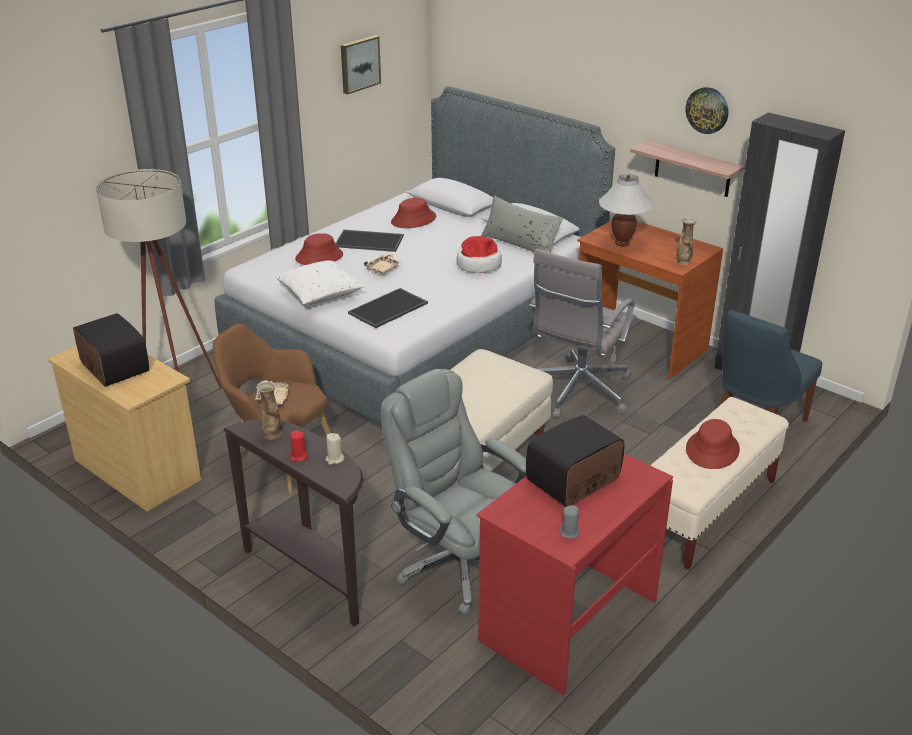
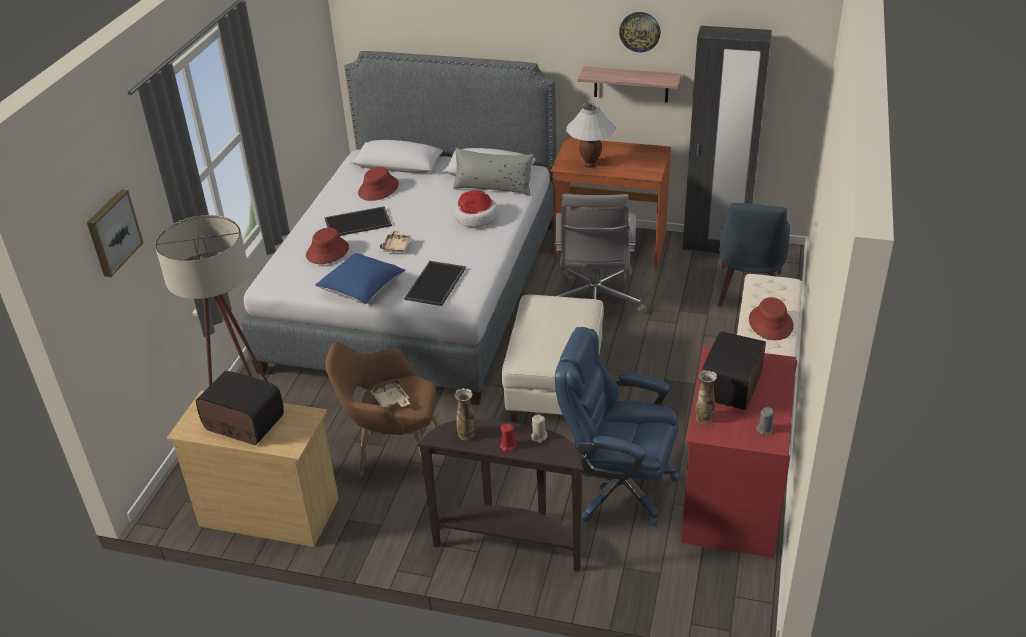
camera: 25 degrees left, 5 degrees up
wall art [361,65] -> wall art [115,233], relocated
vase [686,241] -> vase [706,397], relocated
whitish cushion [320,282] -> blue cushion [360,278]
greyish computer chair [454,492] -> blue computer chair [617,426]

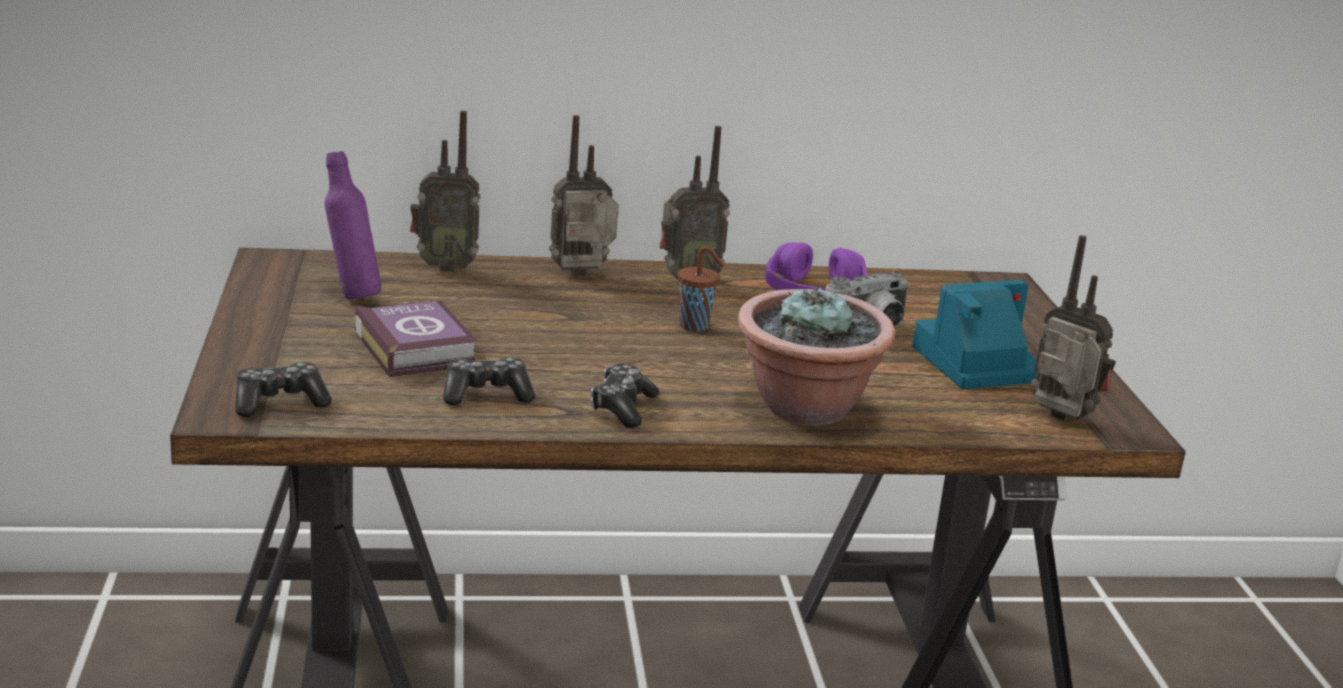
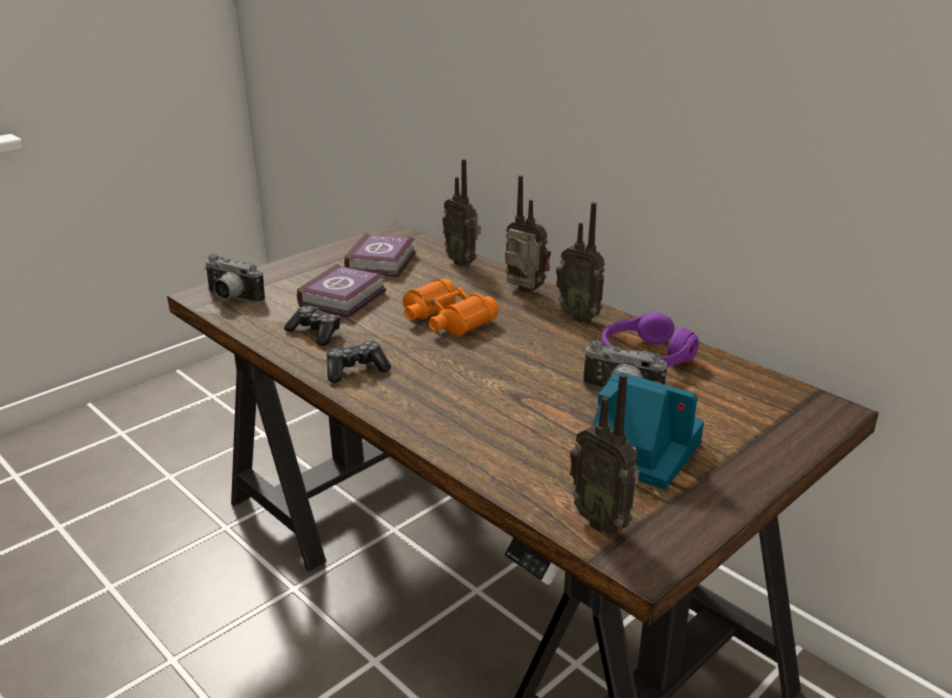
camera: 55 degrees right, 5 degrees up
purplish drink bottle [353,225] -> bound book [380,255]
radio [1073,328] -> radio [604,453], 135 degrees clockwise
brownish small cup [701,288] -> none
potted plant [817,355] -> none
joypad [283,389] -> photo camera [234,278]
none -> orangey field glasses [450,307]

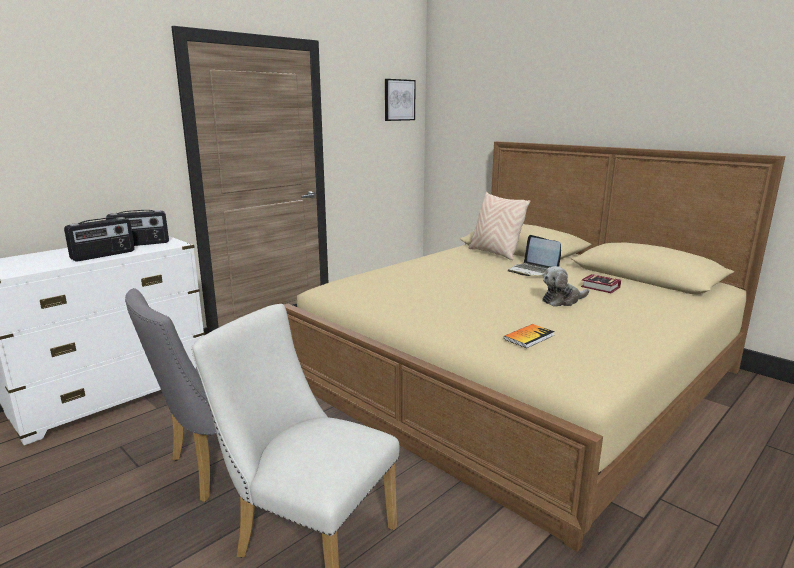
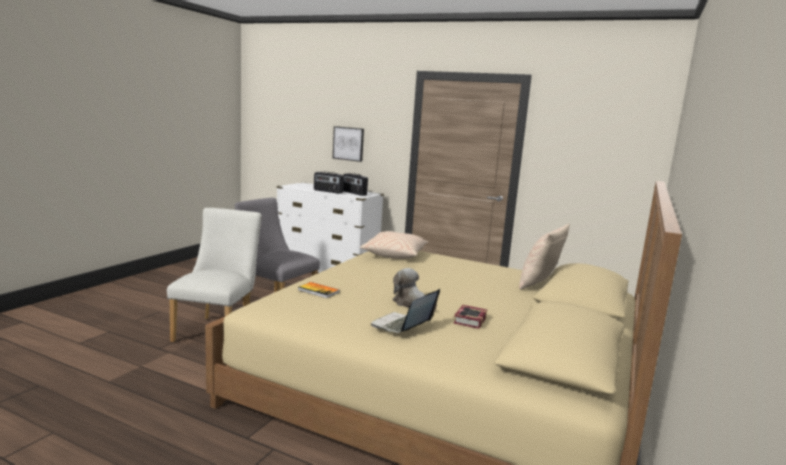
camera: 70 degrees right, 5 degrees down
wall art [400,100] -> wall art [348,144], relocated
notebook computer [534,255] -> notebook computer [405,311], relocated
none -> beige cushion [394,245]

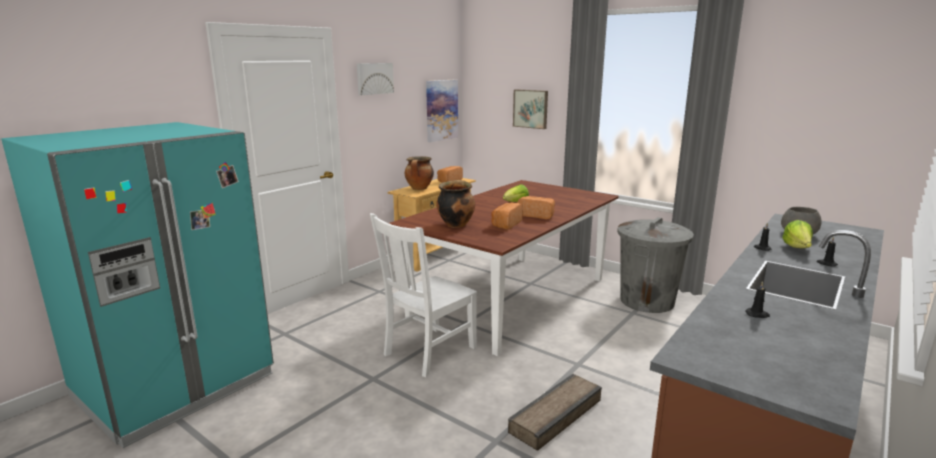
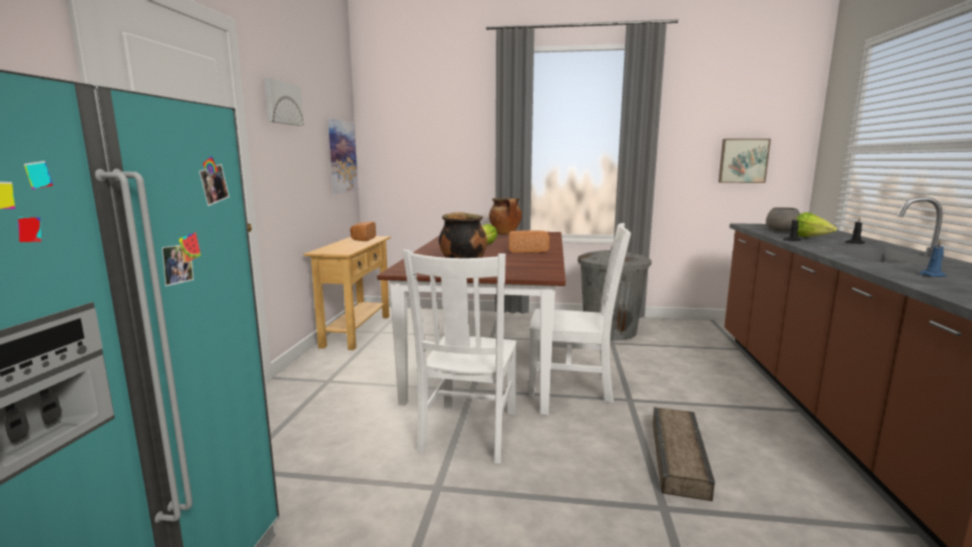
camera: 30 degrees left, 5 degrees down
wall art [530,109] -> wall art [744,161], relocated
stockpot [419,173] -> stockpot [505,216], relocated
baked bread [507,216] -> none
black candle [757,299] -> blue candle [932,258]
none -> whitish upright chair [580,313]

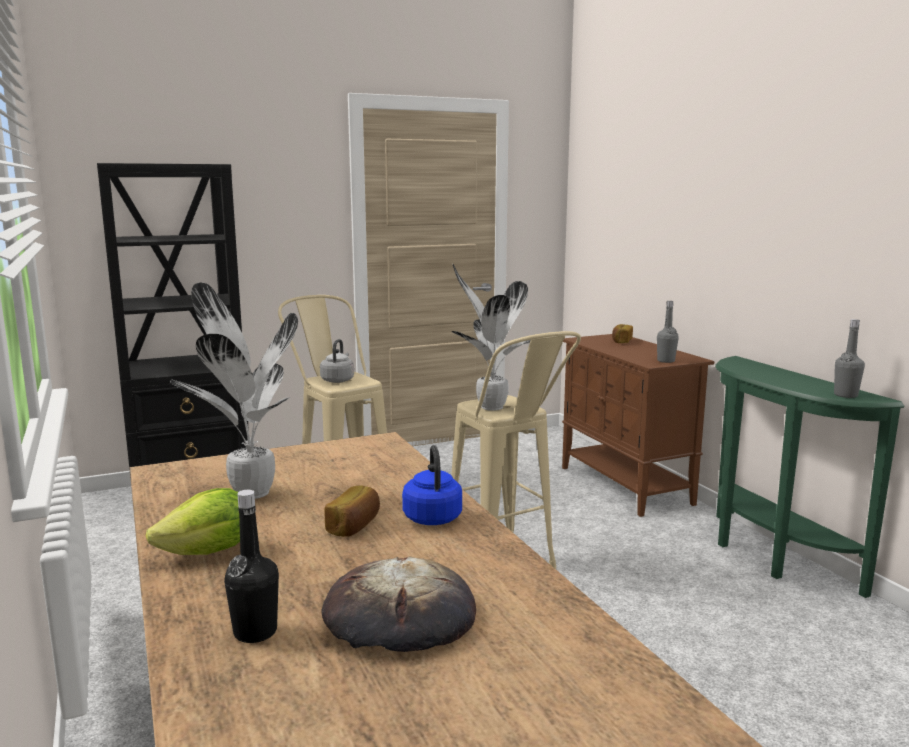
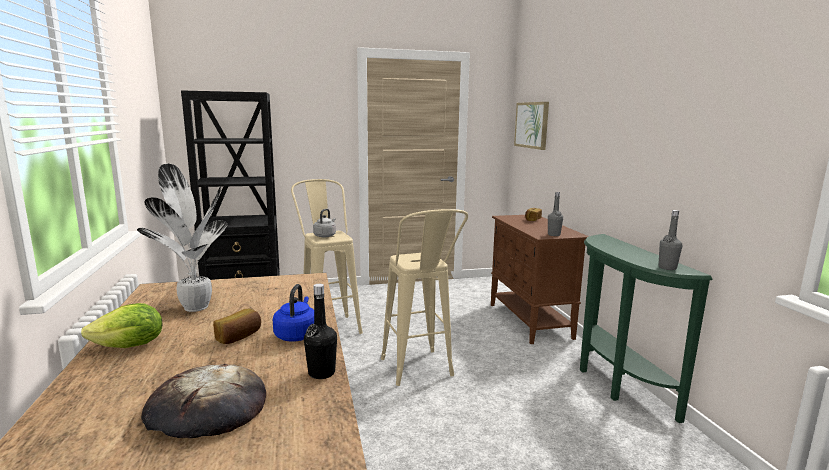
camera: 10 degrees right, 0 degrees up
potted plant [491,337] -> none
black drink bottle [251,566] -> black drink bottle [320,331], relocated
none -> wall art [531,126]

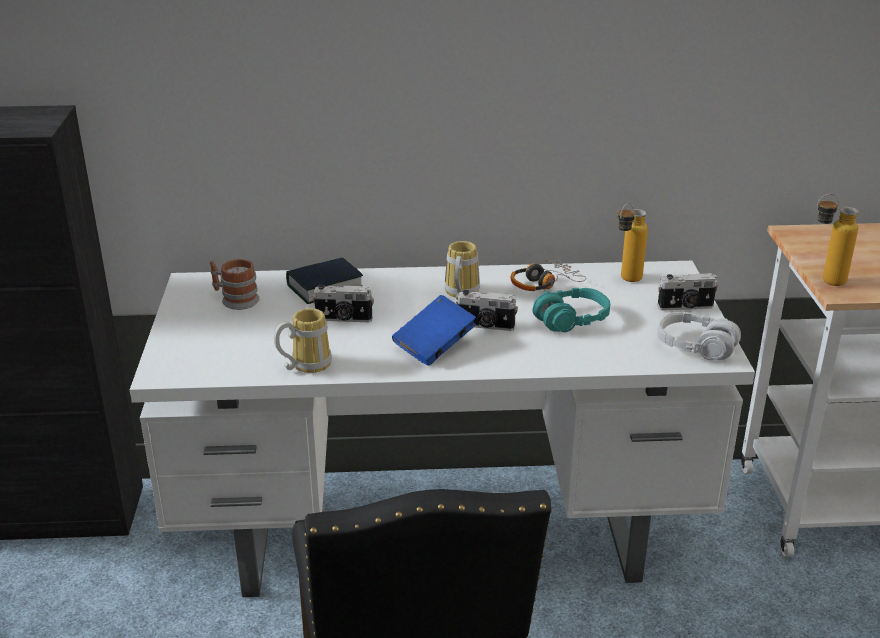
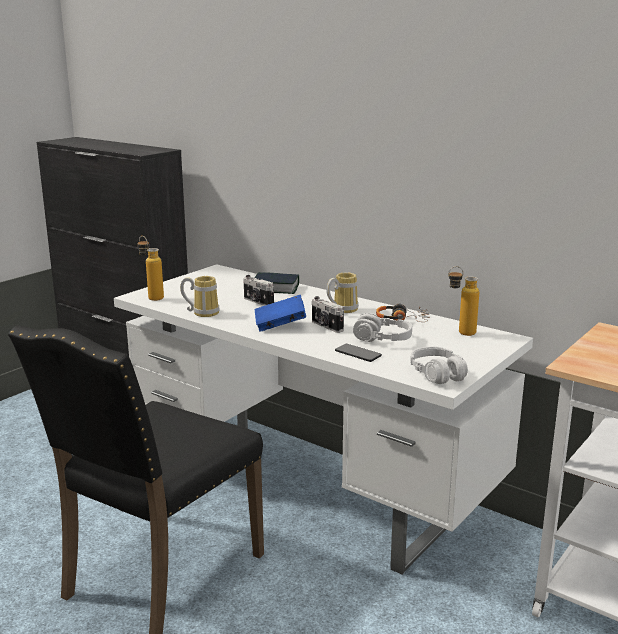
camera: 40 degrees right, 10 degrees down
drink bottle [838,240] -> drink bottle [151,268], relocated
tea mug [235,284] -> none
photo camera [688,292] -> none
blue-green headset [571,310] -> greyish headset [382,327]
none -> handset [358,353]

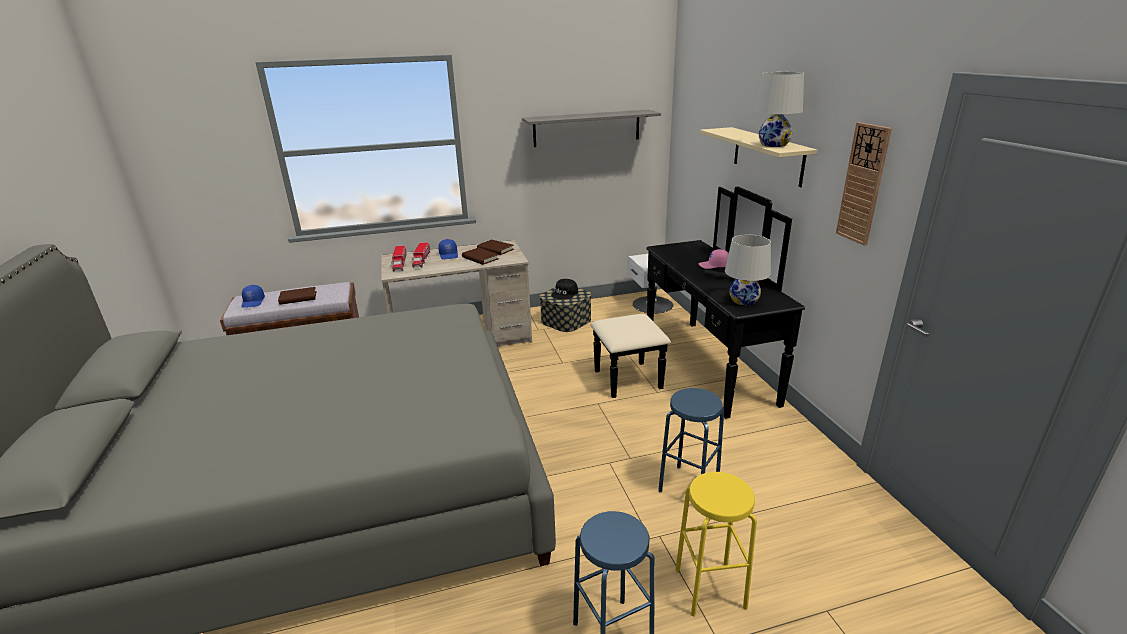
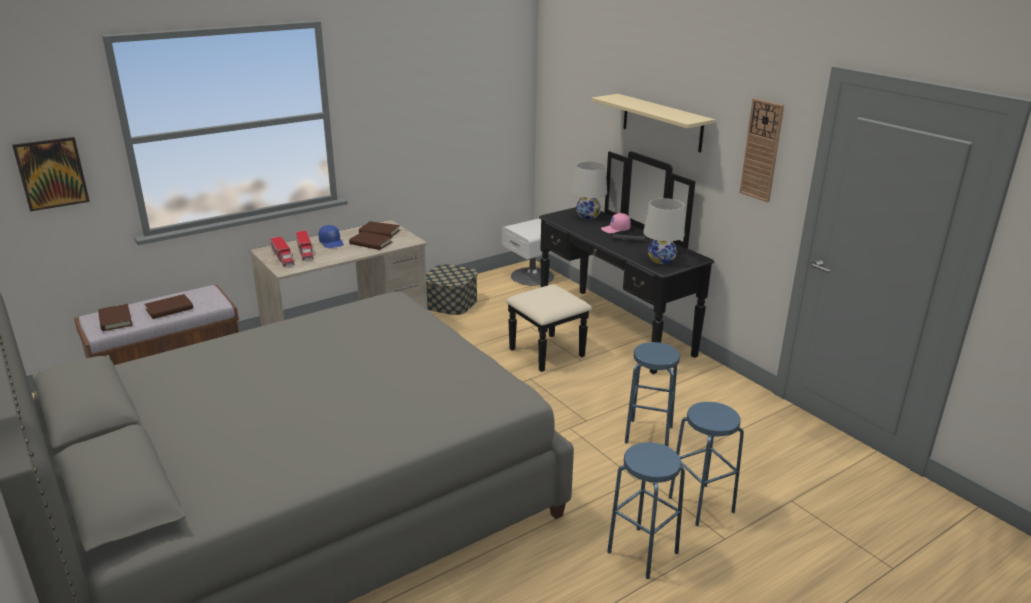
camera: 20 degrees left, 0 degrees up
whitish tabletop lamp [779,109] -> whitish tabletop lamp [589,190], relocated
greyish bracket shelf [591,128] -> none
black cap [564,289] -> none
blue cap [253,296] -> brownish bound book [115,317]
yellow-coloured sitting stool [716,544] -> blue sitting stool [706,464]
none -> wall art [51,174]

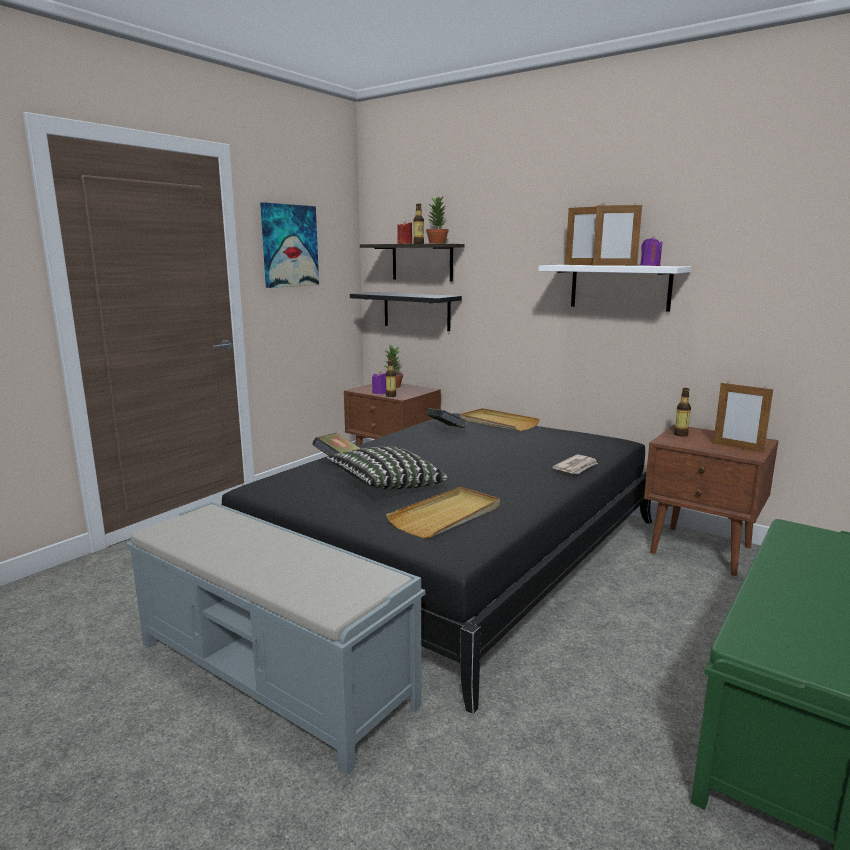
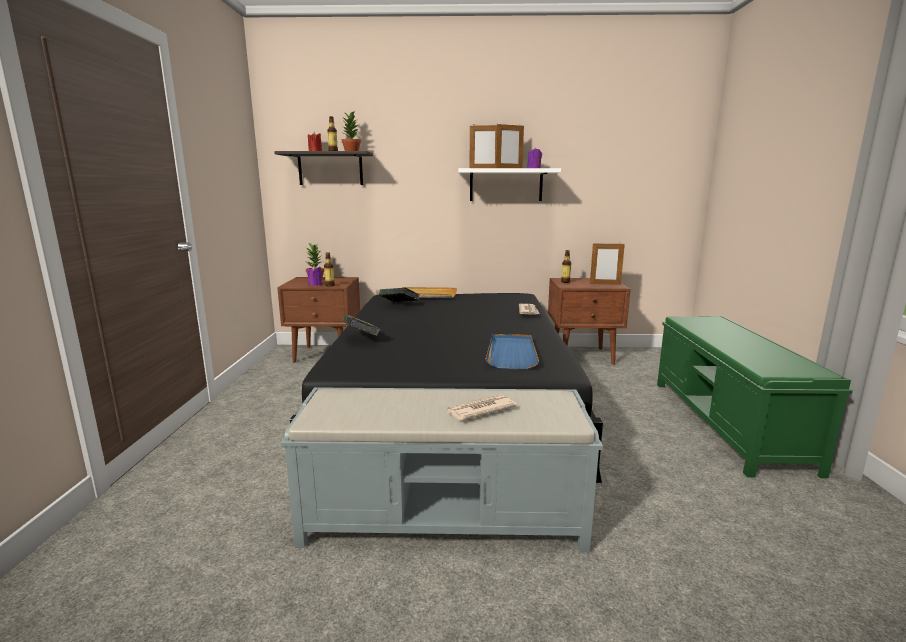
camera: 35 degrees left, 0 degrees up
wall art [289,245] -> none
black bracket shelf [406,311] -> none
cushion [388,467] -> none
beige tray [443,512] -> blue tray [512,351]
none -> daily paper [482,407]

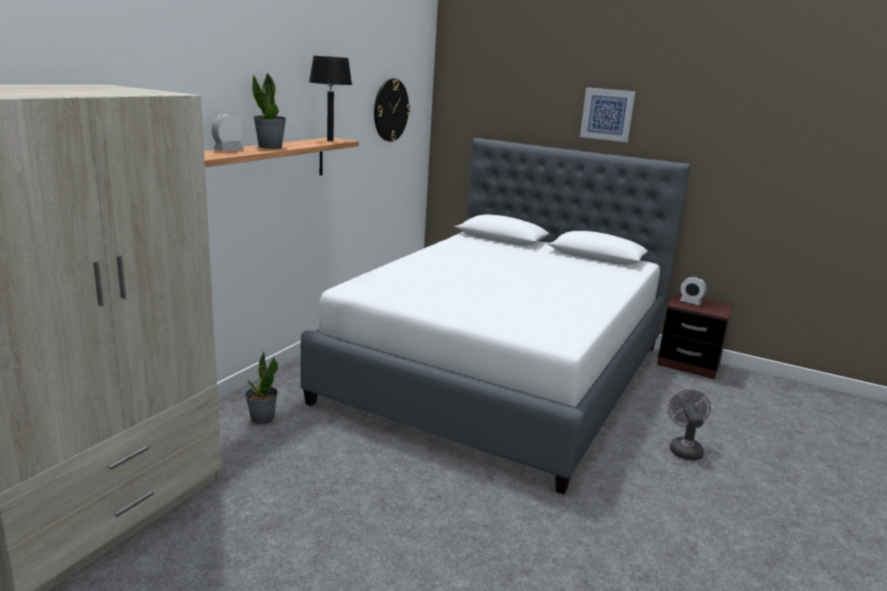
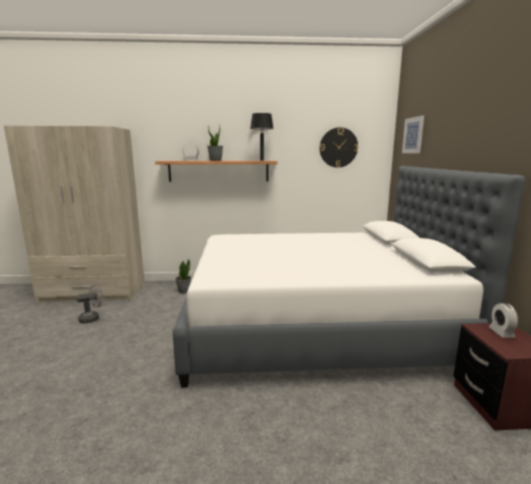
camera: 60 degrees right, 5 degrees down
wall art [608,115] -> wall art [413,134], relocated
greyish fan [689,424] -> greyish fan [89,304], relocated

